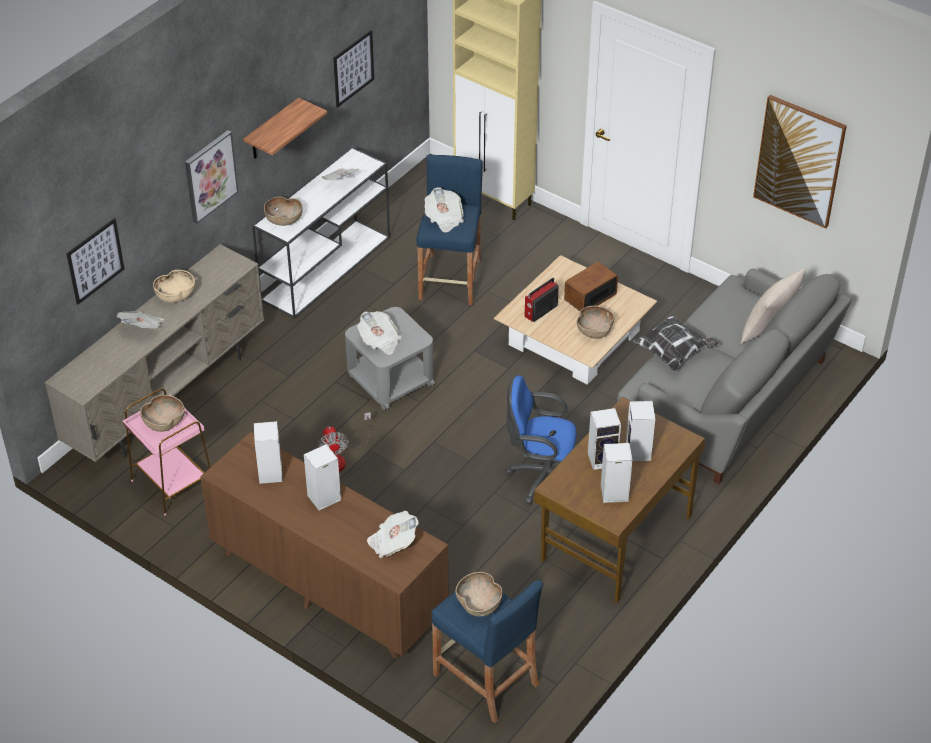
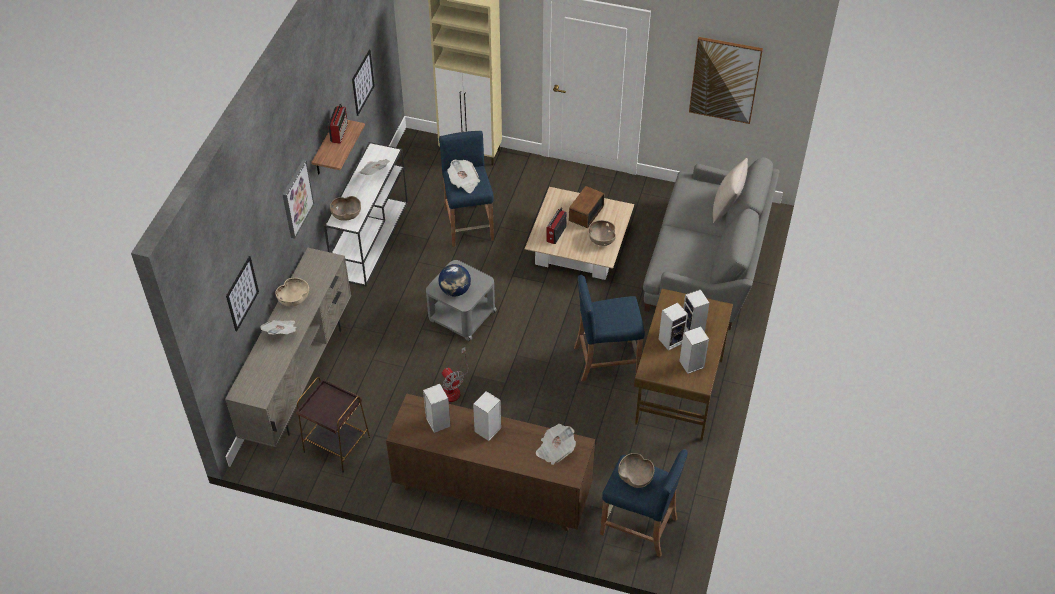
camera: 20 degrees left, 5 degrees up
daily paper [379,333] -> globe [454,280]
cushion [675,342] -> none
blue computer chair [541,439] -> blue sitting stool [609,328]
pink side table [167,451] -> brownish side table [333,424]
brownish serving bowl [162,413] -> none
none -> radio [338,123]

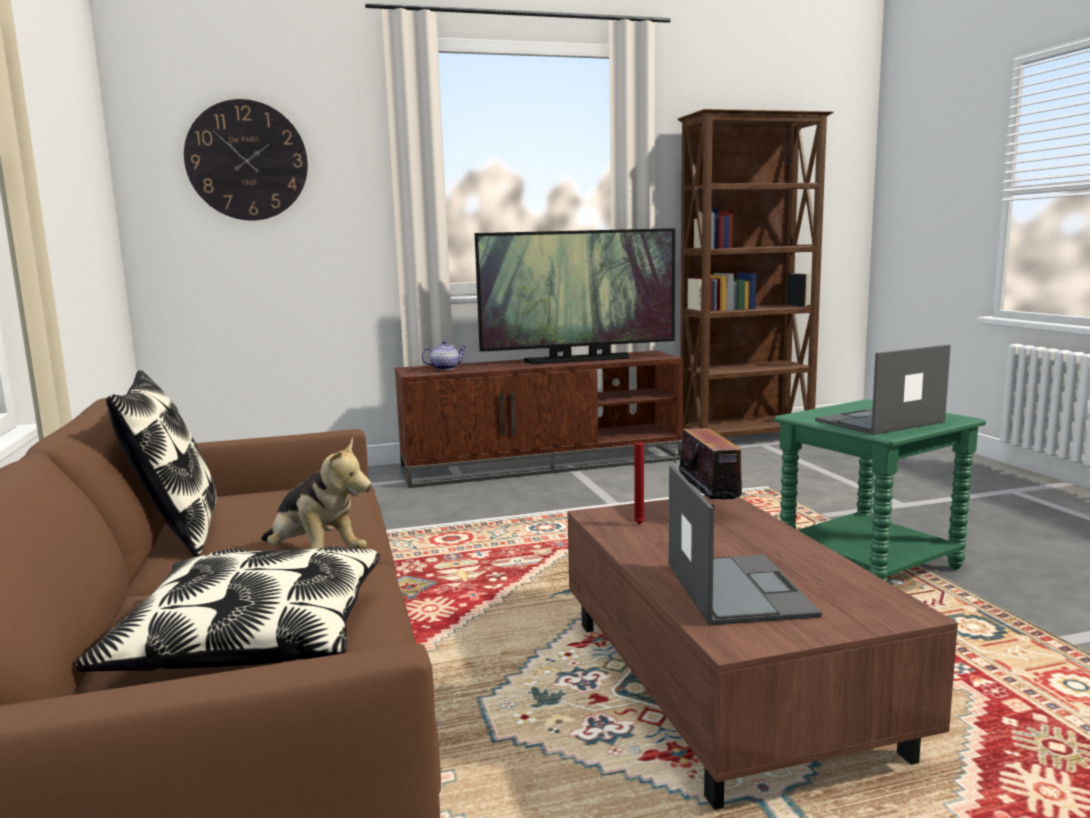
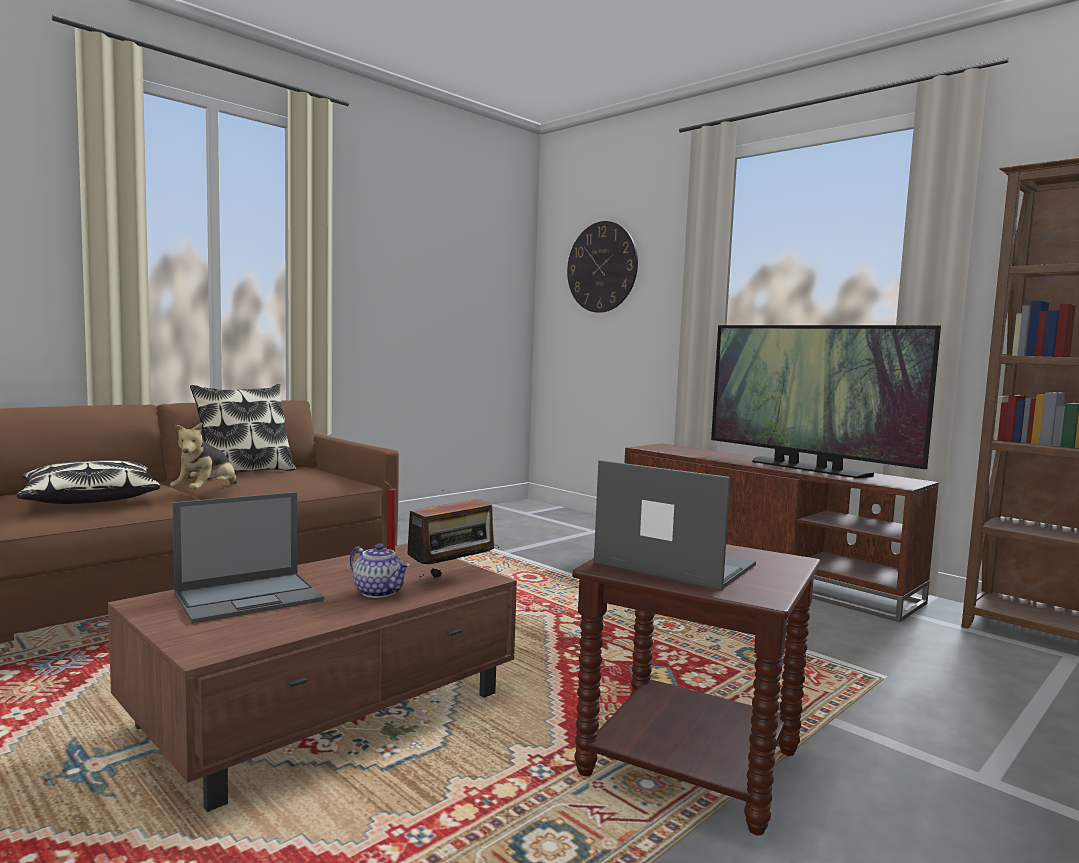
camera: 60 degrees right, 5 degrees down
tea pot [444,355] -> tea pot [380,570], relocated
green side table [880,490] -> brownish side table [696,689]

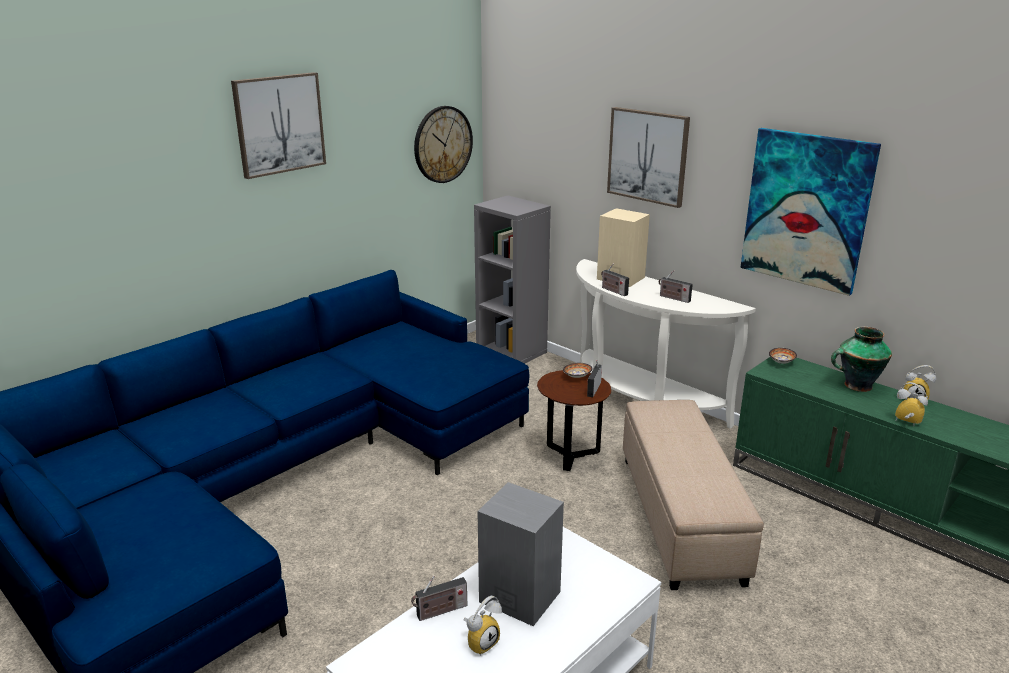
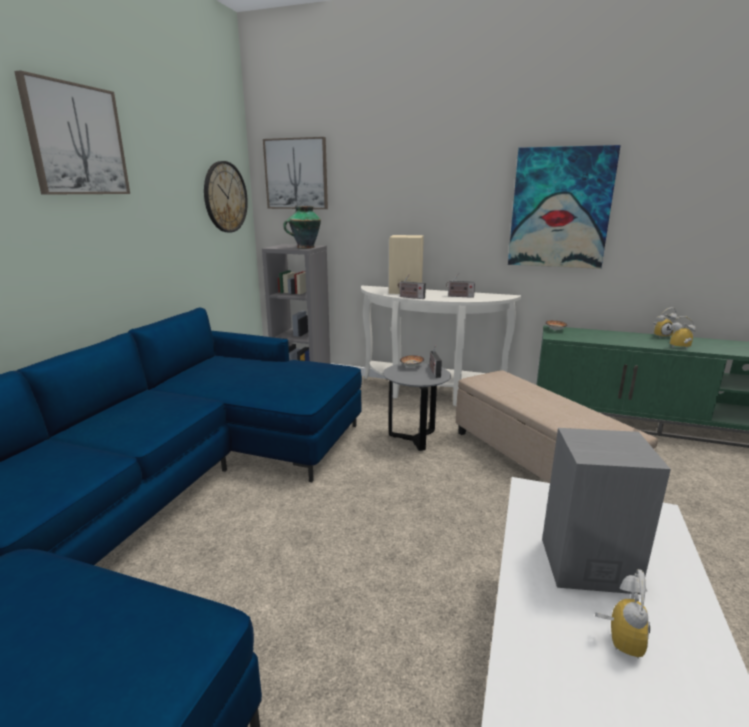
camera: 25 degrees left, 5 degrees down
wall art [648,157] -> wall art [295,173], relocated
vase [861,359] -> vase [302,227], relocated
brownish side table [574,420] -> greyish side table [417,407]
radio [439,598] -> none

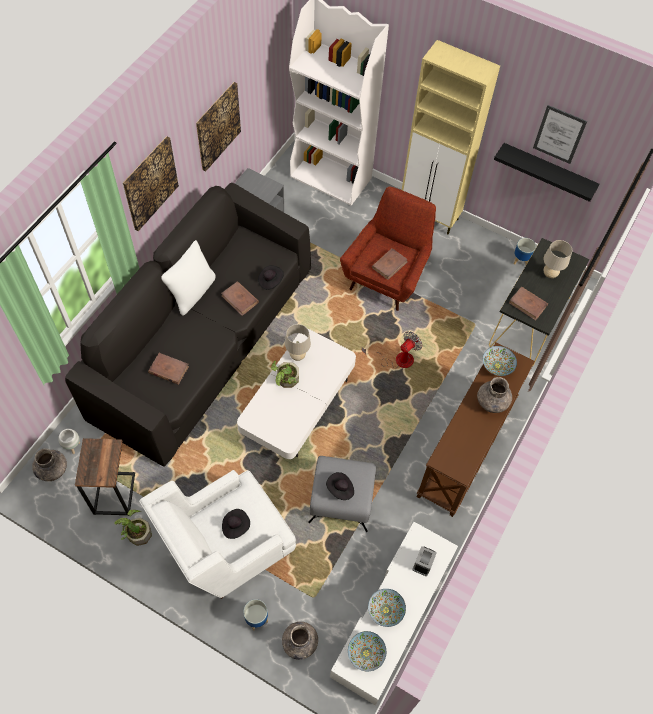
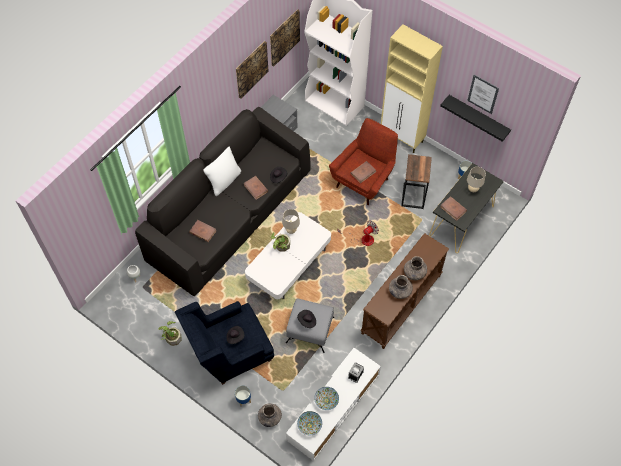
camera: 10 degrees right, 0 degrees up
wall art [151,183] -> wall art [285,38], relocated
serving bowl [500,361] -> none
side table [105,477] -> side table [416,181], relocated
greyish vase [49,464] -> greyish vase [401,287], relocated
whitish easy chair [217,534] -> blue easy chair [224,343]

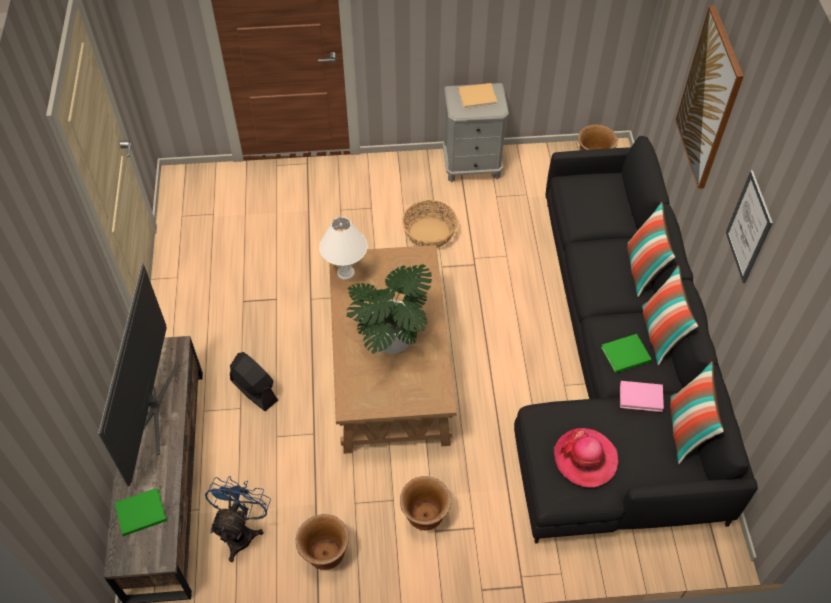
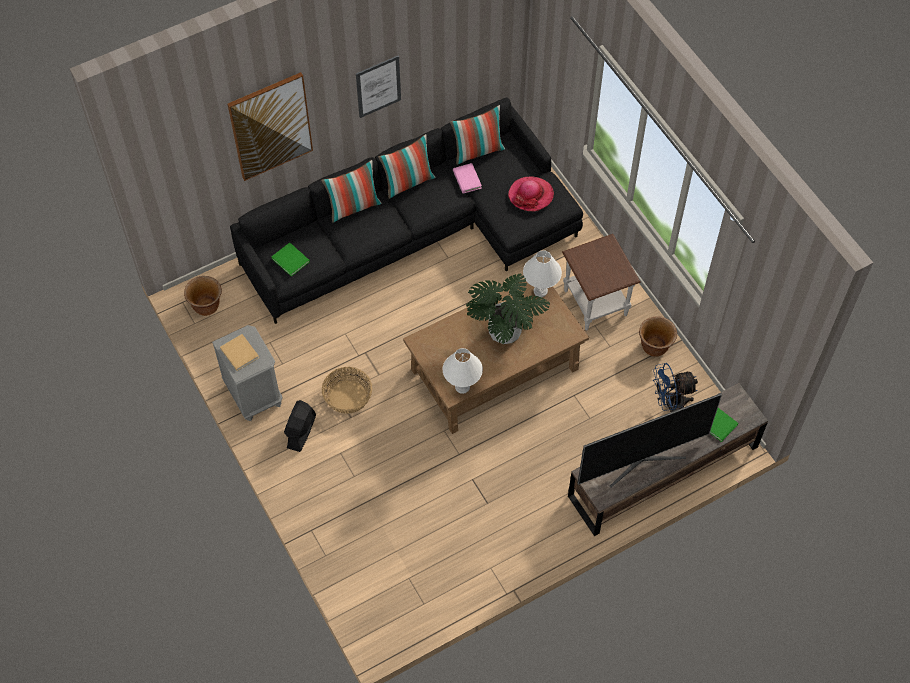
camera: 115 degrees left, 5 degrees up
green bound book [626,353] -> green bound book [290,260], relocated
black fan [254,381] -> black fan [300,426], relocated
brownish flower pot [425,503] -> brownish side table [601,282]
none -> whitish tabletop lamp [542,273]

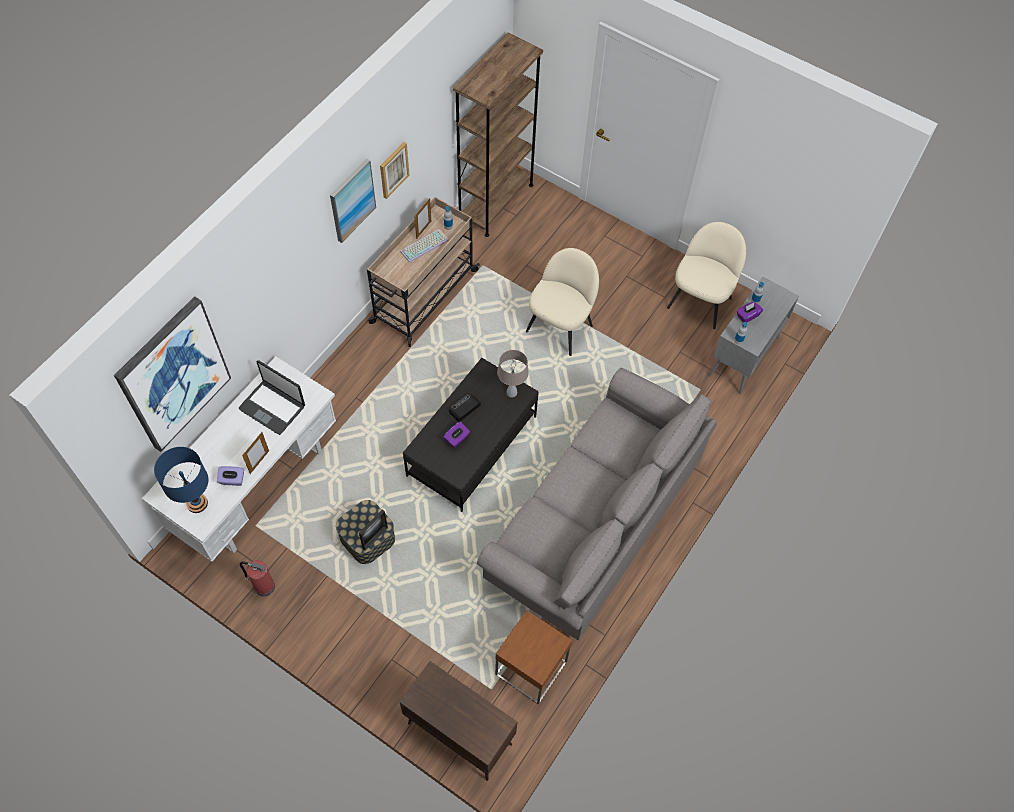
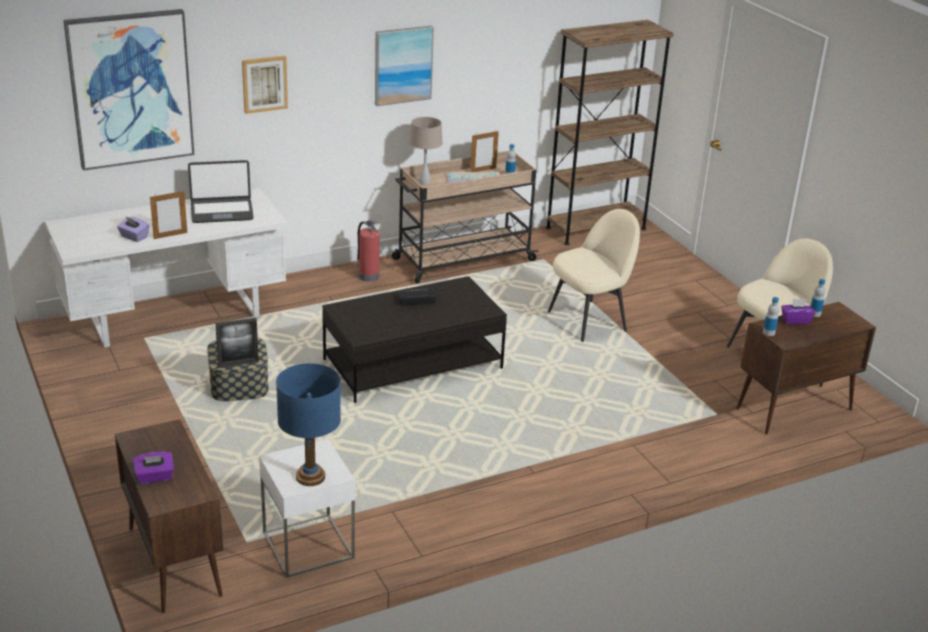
camera: 30 degrees right, 30 degrees down
wall art [394,170] -> wall art [265,85], relocated
greyish cupboard [754,335] -> brownish cupboard [806,368]
beige tabletop lamp [513,374] -> beige tabletop lamp [426,151], relocated
notebook computer [271,397] -> notebook computer [221,191], 75 degrees counterclockwise
greyish settee [597,504] -> none
purplish tissue holder [457,434] -> purplish tissue holder [153,468], relocated
blue tabletop lamp [181,480] -> blue tabletop lamp [308,424], relocated
fire extinguisher [257,578] -> fire extinguisher [368,251], relocated
brownish side table [533,657] -> whitish side table [307,508]

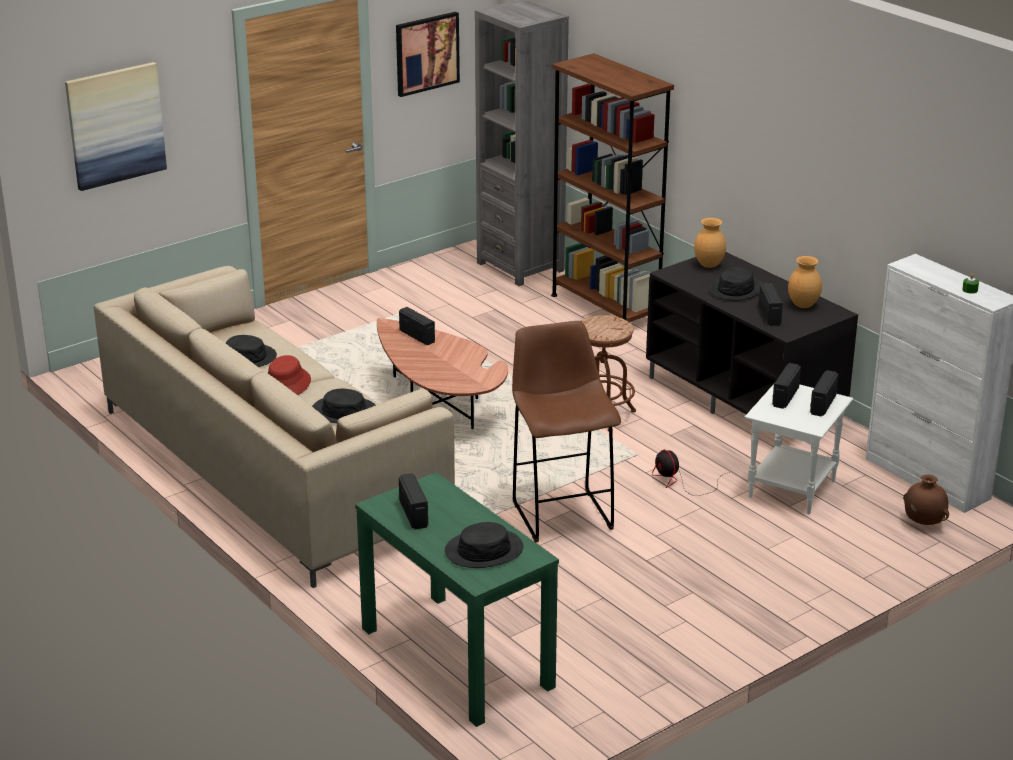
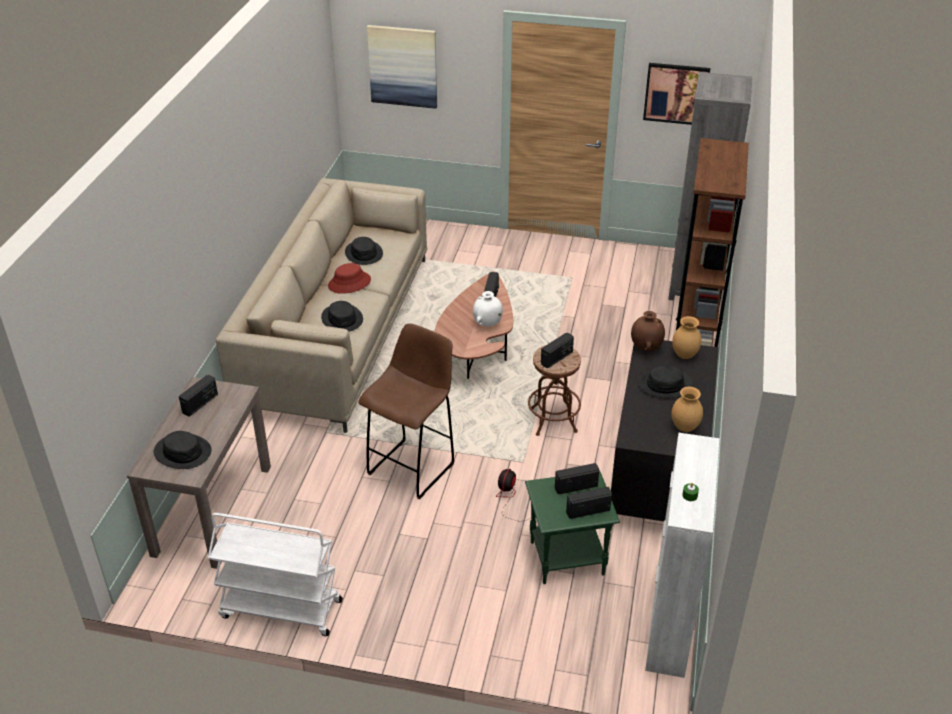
camera: 50 degrees right, 10 degrees up
radio [771,304] -> radio [557,350], relocated
whitish side table [798,449] -> green side table [572,527]
green hall table [457,599] -> brownish hall table [199,473]
brownish vase [926,500] -> brownish vase [648,331], relocated
none -> whitish vase [488,308]
none -> whitish cart [275,574]

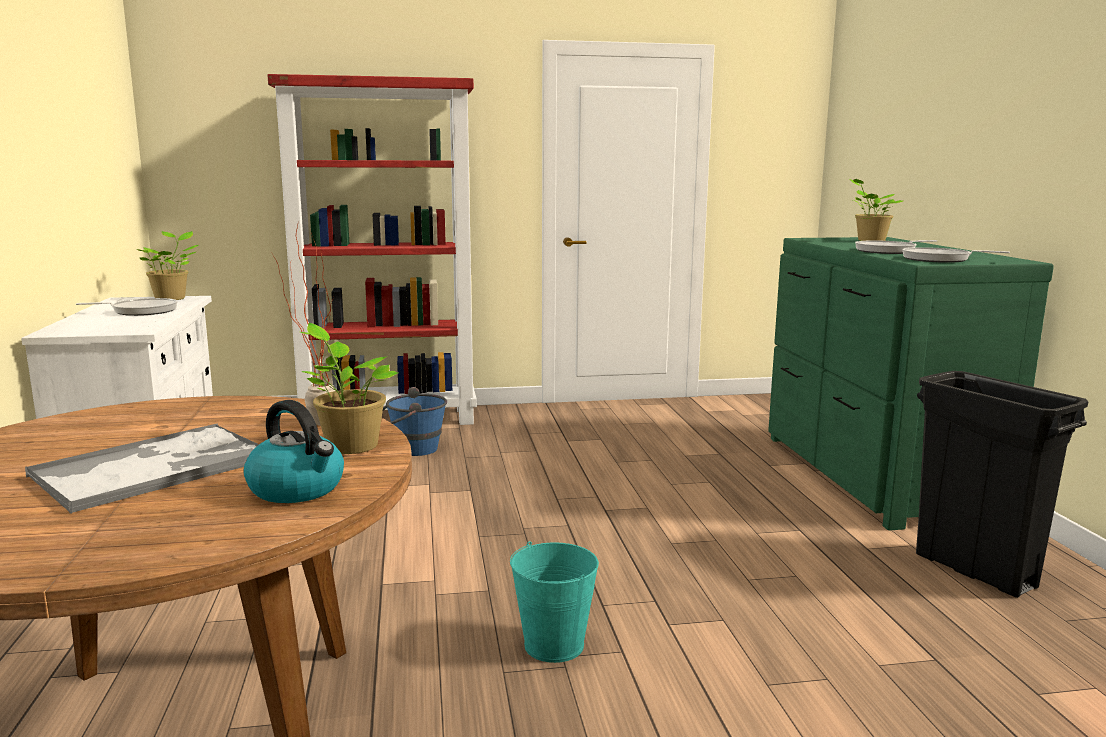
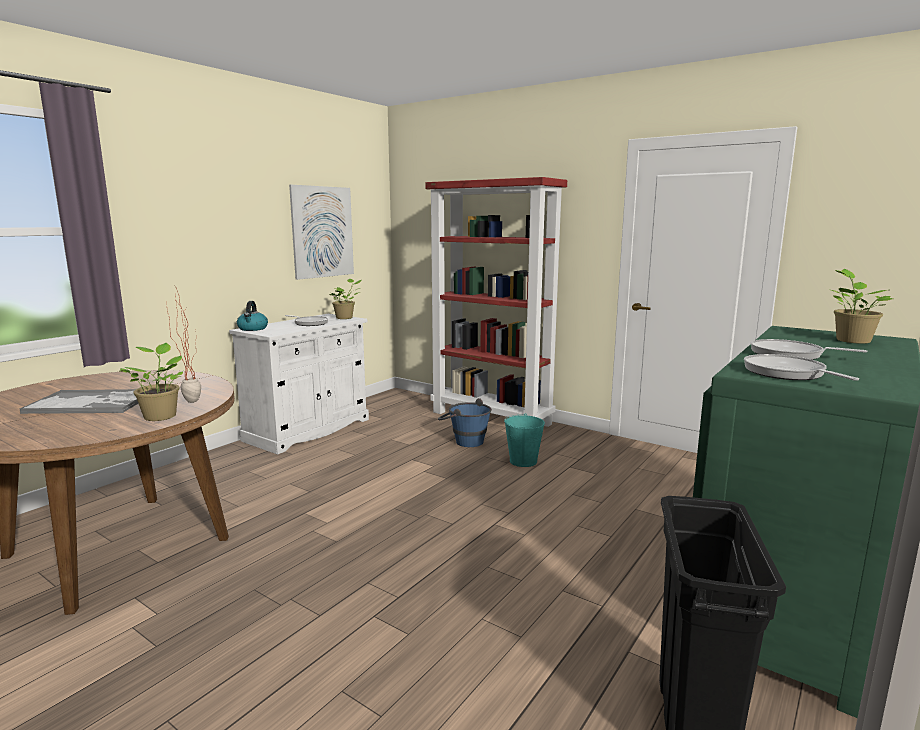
camera: 45 degrees right, 0 degrees up
kettle [294,451] -> kettle [252,316], relocated
blue-green water bucket [554,602] -> blue-green water bucket [524,440], relocated
none -> wall art [321,232]

